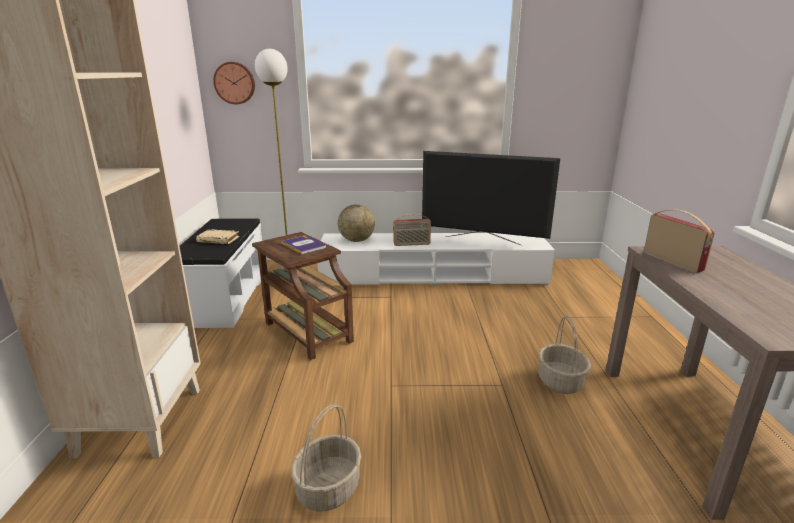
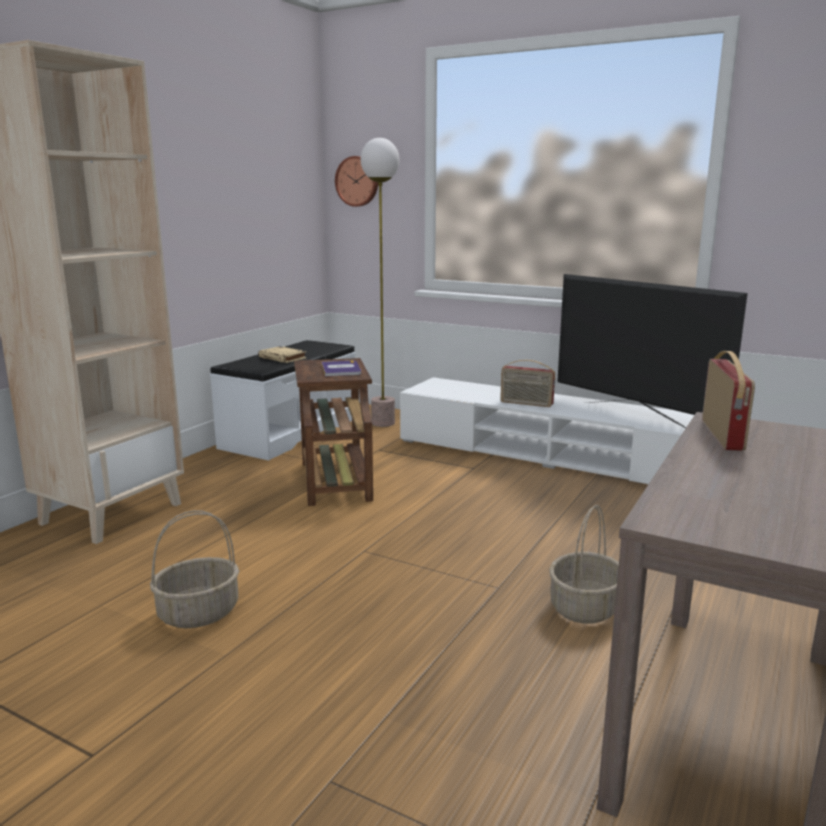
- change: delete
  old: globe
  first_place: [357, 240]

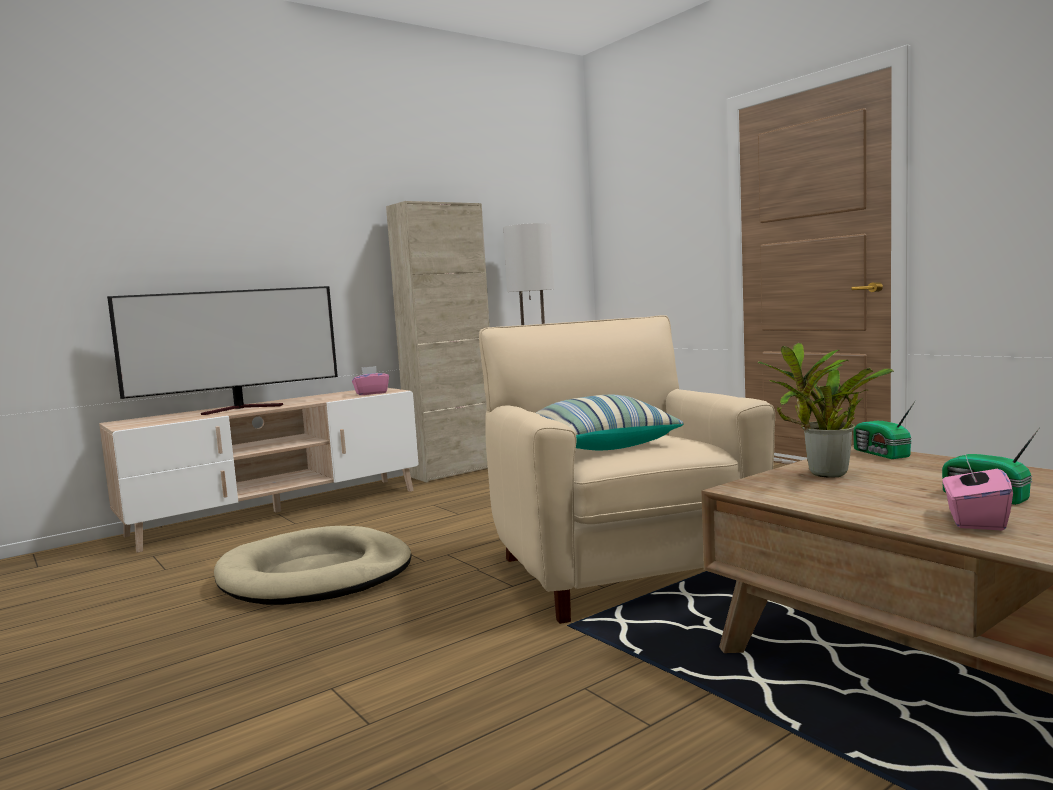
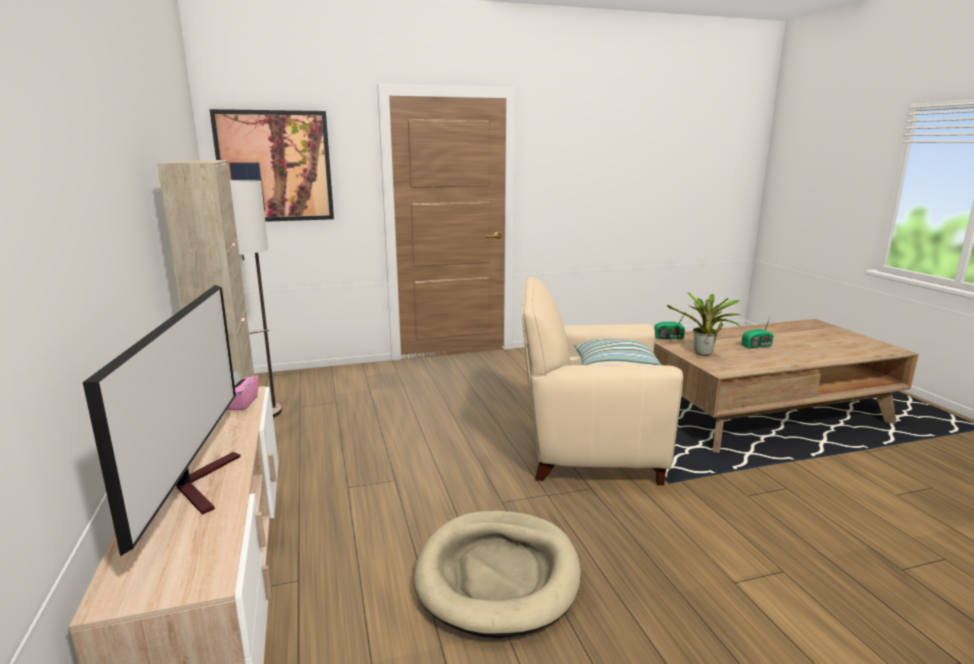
- change: insert
  new: wall art
  second_place: [275, 166]
- change: delete
  old: pink-coloured box of tissues
  first_place: [974, 520]

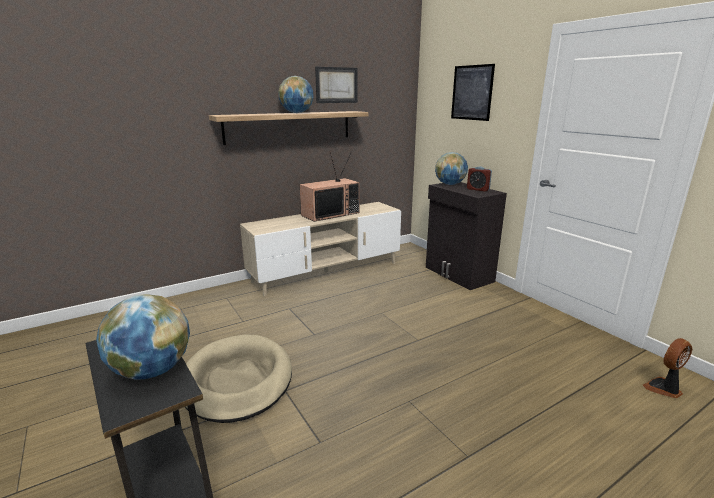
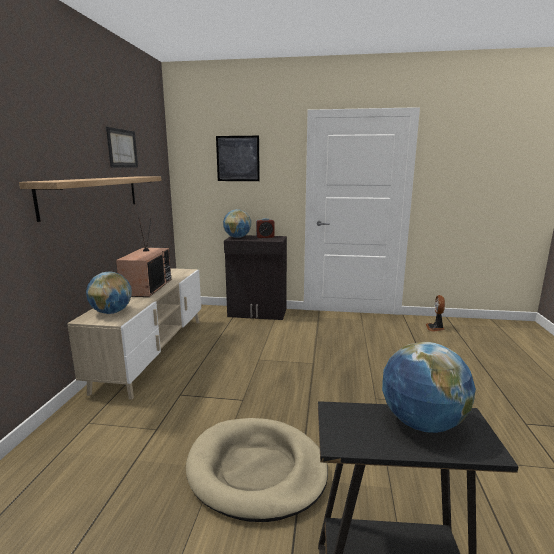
- change: move
  old: globe
  first_place: [297, 113]
  second_place: [111, 312]

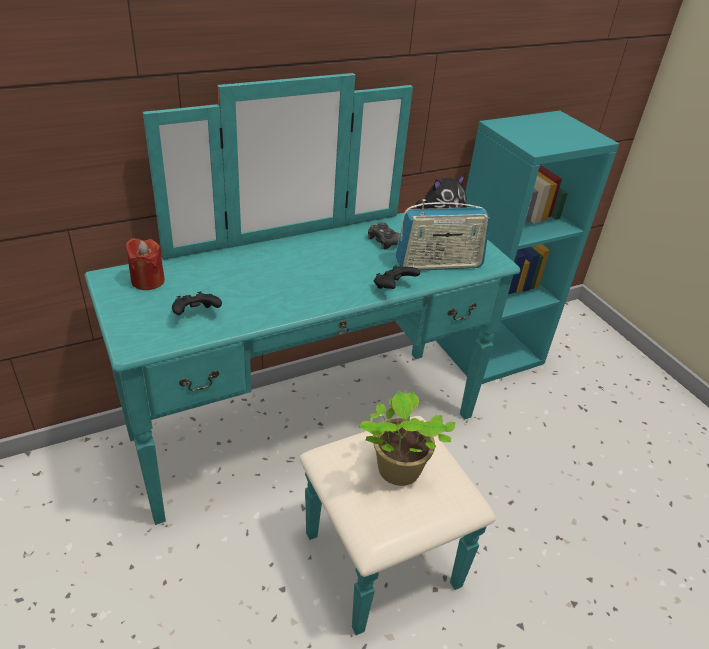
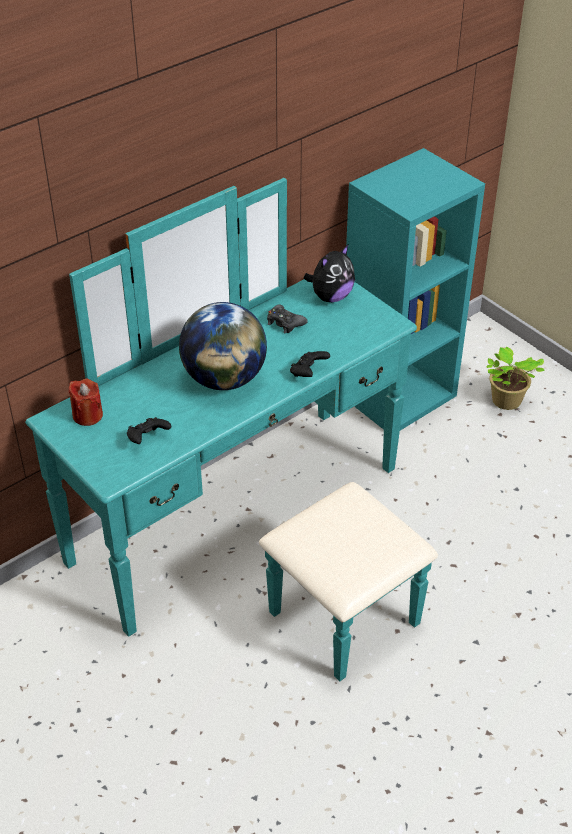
- change: insert
  new: globe
  second_place: [224, 379]
- change: move
  old: houseplant
  first_place: [397, 471]
  second_place: [506, 402]
- change: delete
  old: radio receiver
  first_place: [438, 264]

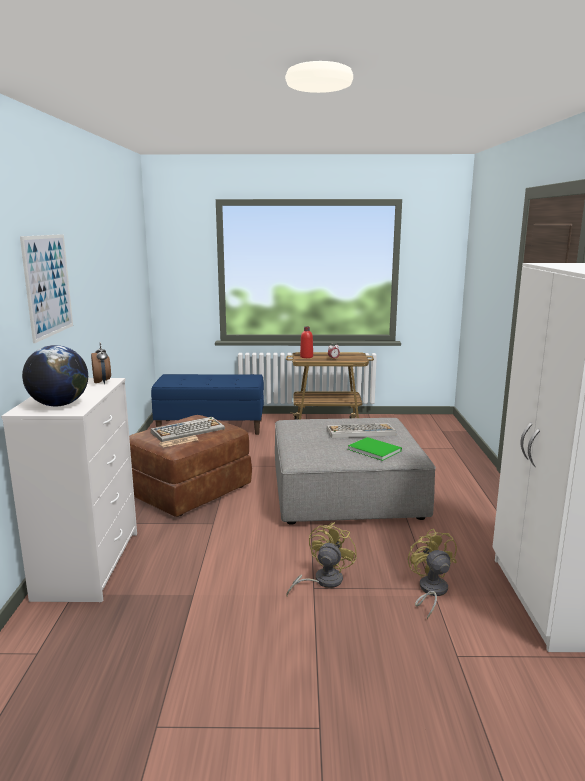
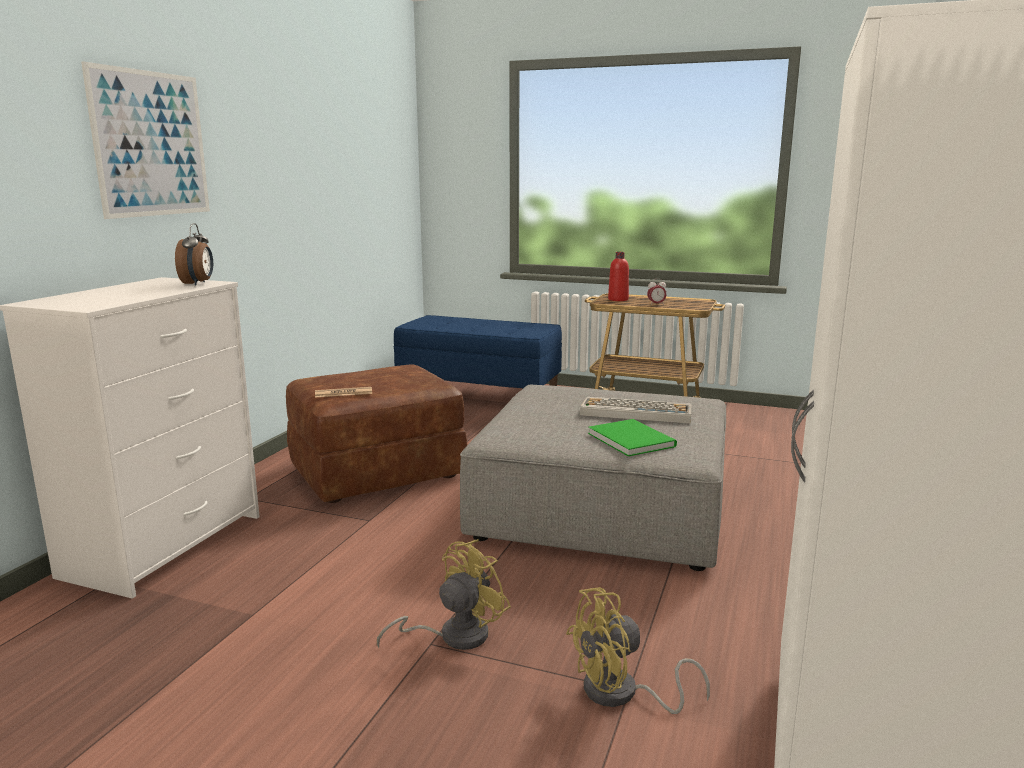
- change: rotate
  old: yellow-coloured cooling fan
  first_place: [430, 591]
  second_place: [621, 694]
  degrees: -120
- change: delete
  old: globe
  first_place: [59, 405]
- change: delete
  old: computer keyboard
  first_place: [188, 430]

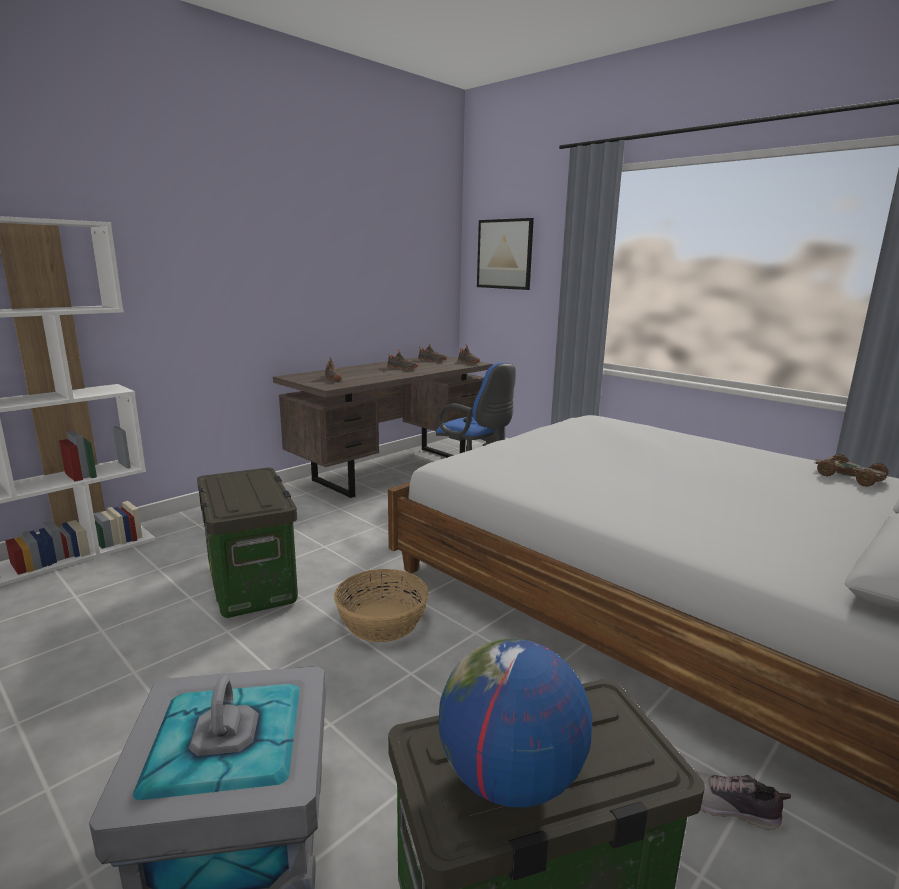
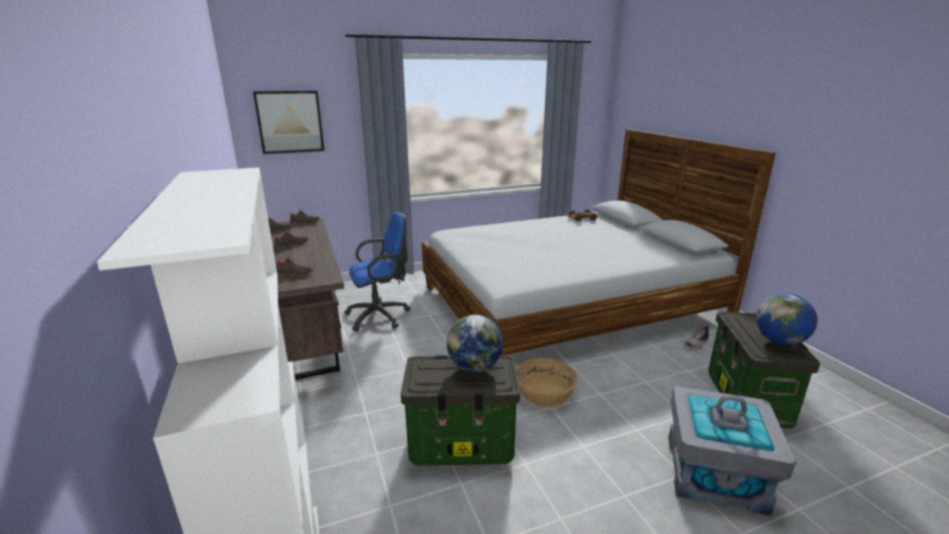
- change: insert
  new: globe
  second_place: [474, 367]

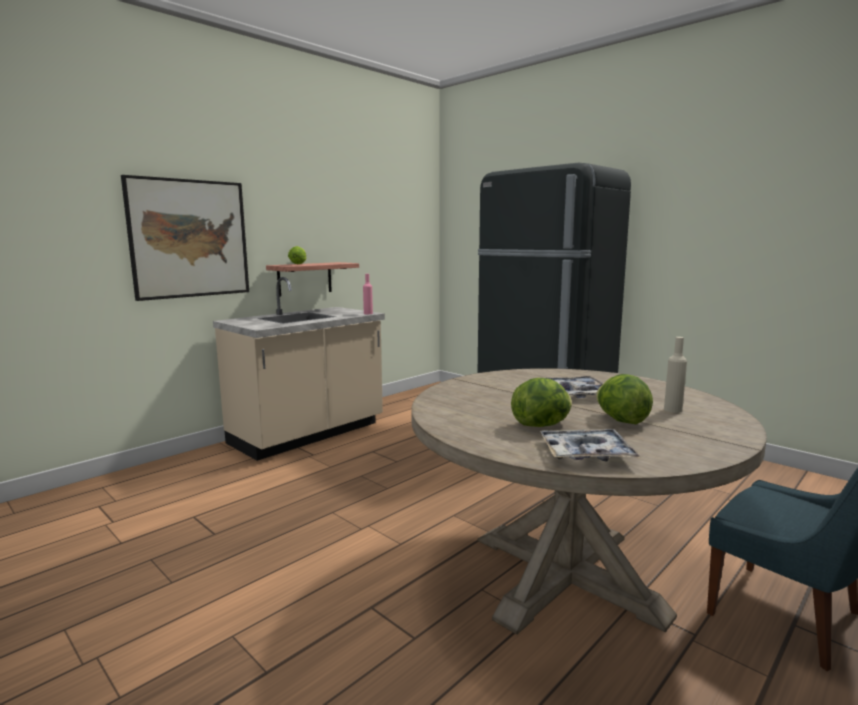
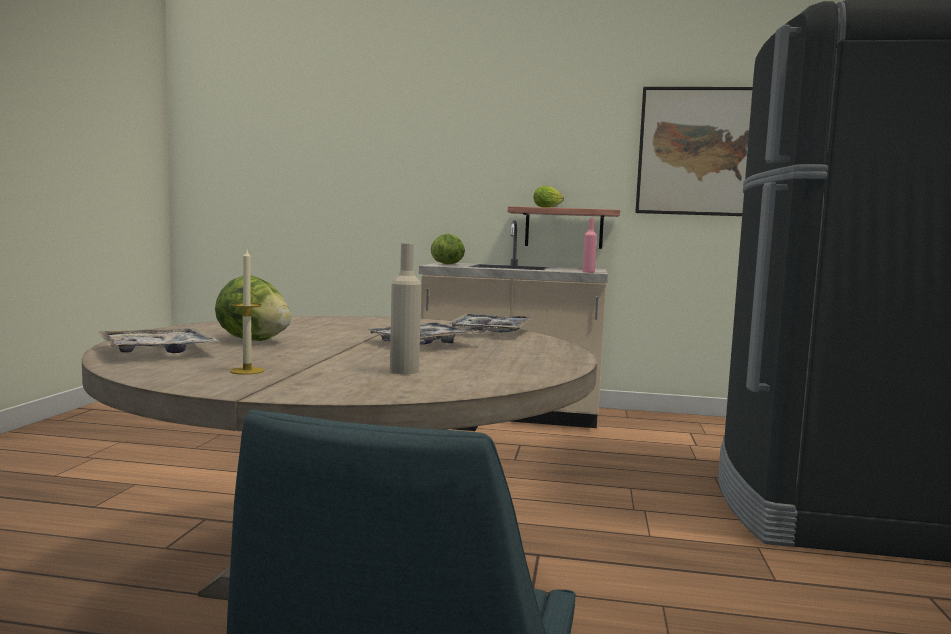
- change: insert
  new: candle
  second_place: [247, 371]
- change: move
  old: lettuce
  first_place: [621, 420]
  second_place: [448, 264]
- change: insert
  new: carrying tray
  second_place: [490, 332]
- change: move
  old: wall art
  first_place: [189, 239]
  second_place: [702, 152]

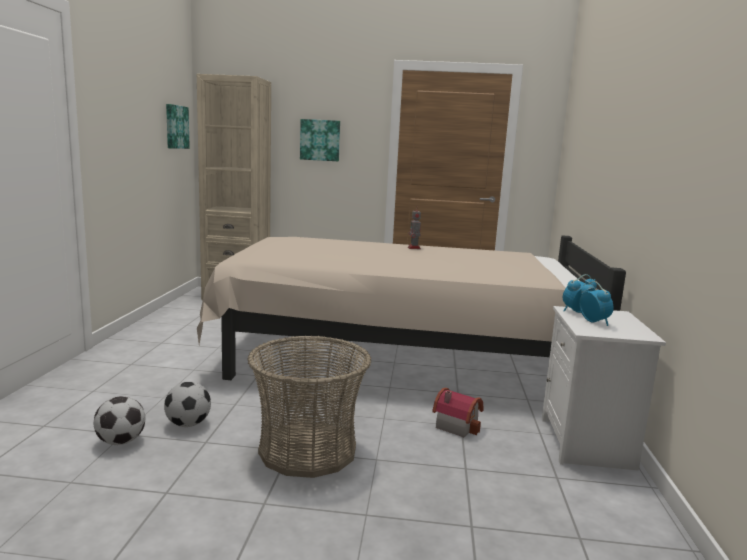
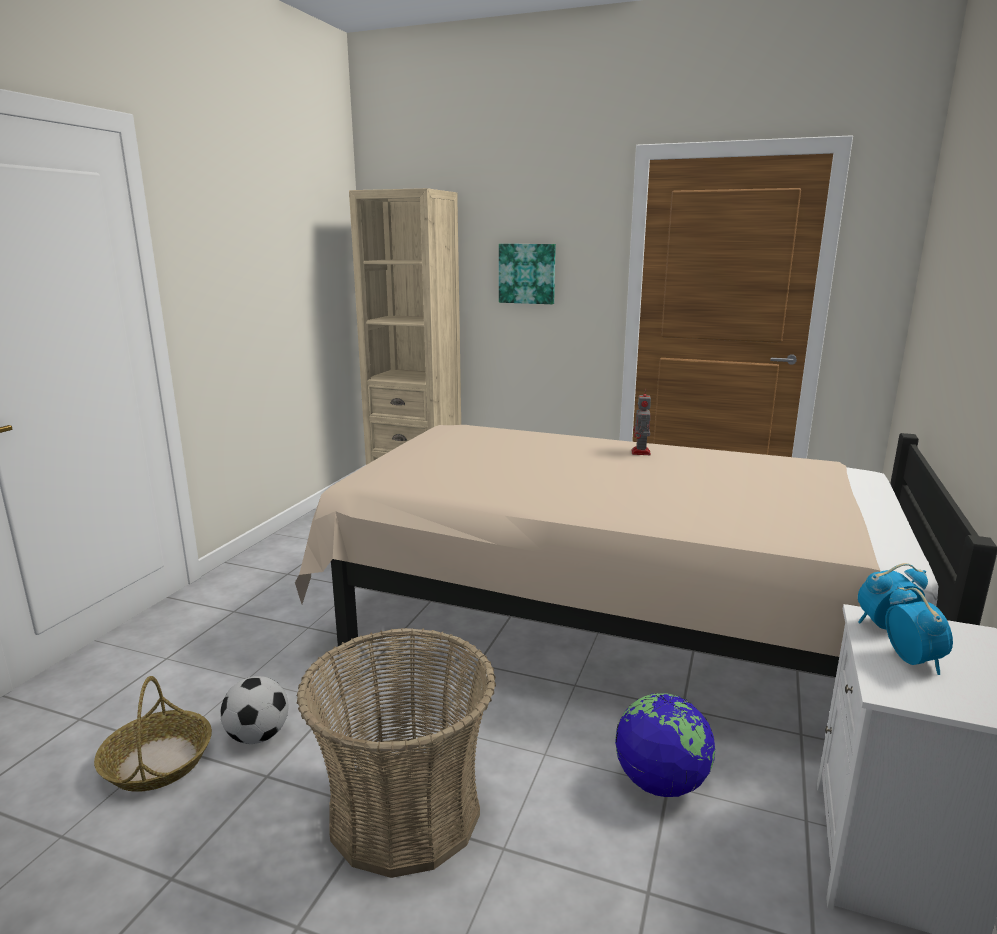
- change: replace
  old: football
  new: basket
  first_place: [120, 442]
  second_place: [157, 761]
- change: replace
  old: miniature house
  new: globe
  first_place: [456, 425]
  second_place: [660, 783]
- change: delete
  old: wall art
  first_place: [176, 127]

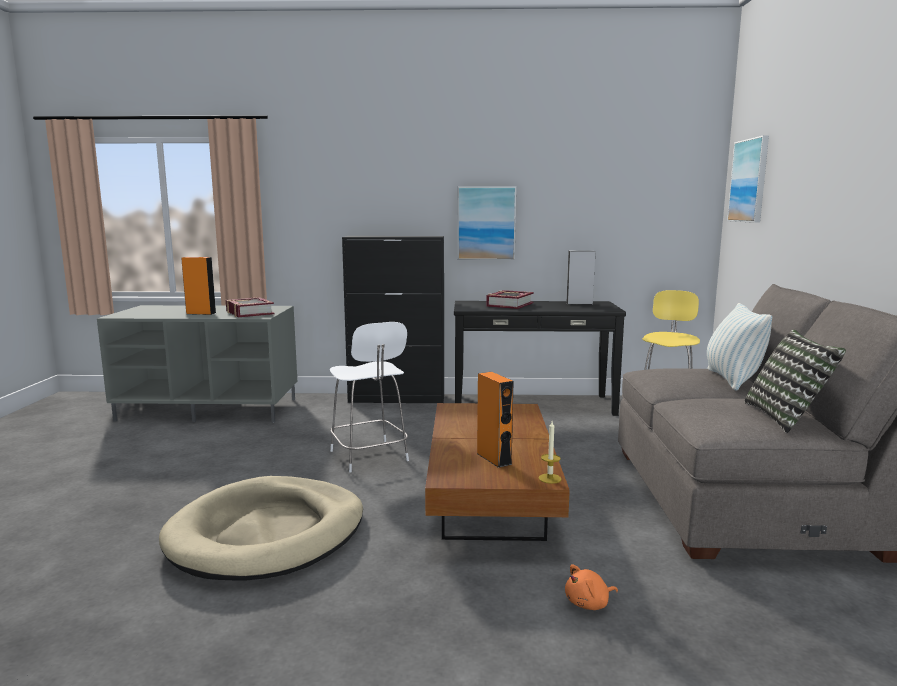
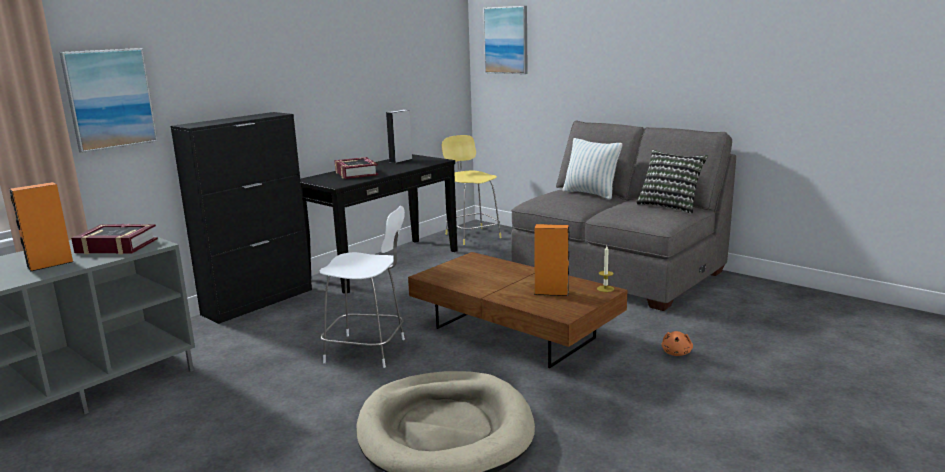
- change: move
  old: wall art
  first_place: [486, 223]
  second_place: [110, 99]

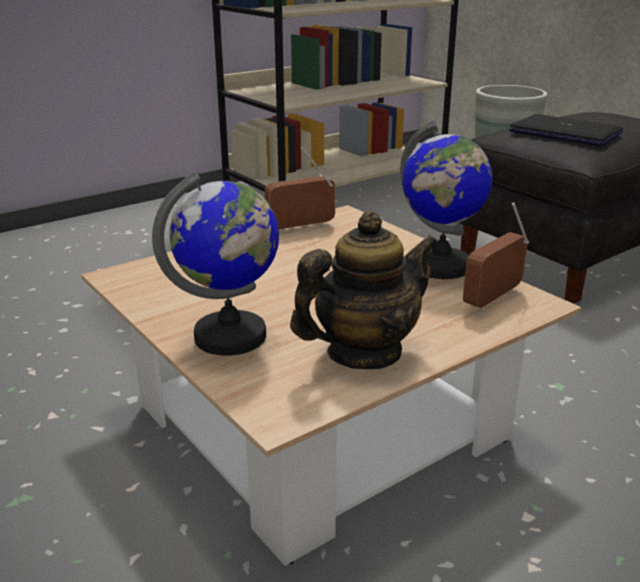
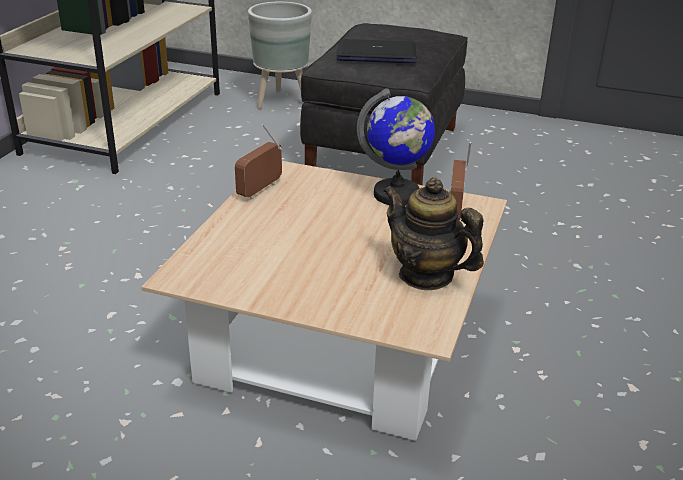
- change: rotate
  old: teapot
  first_place: [363, 353]
  second_place: [426, 275]
  degrees: -75
- change: delete
  old: globe
  first_place: [231, 337]

